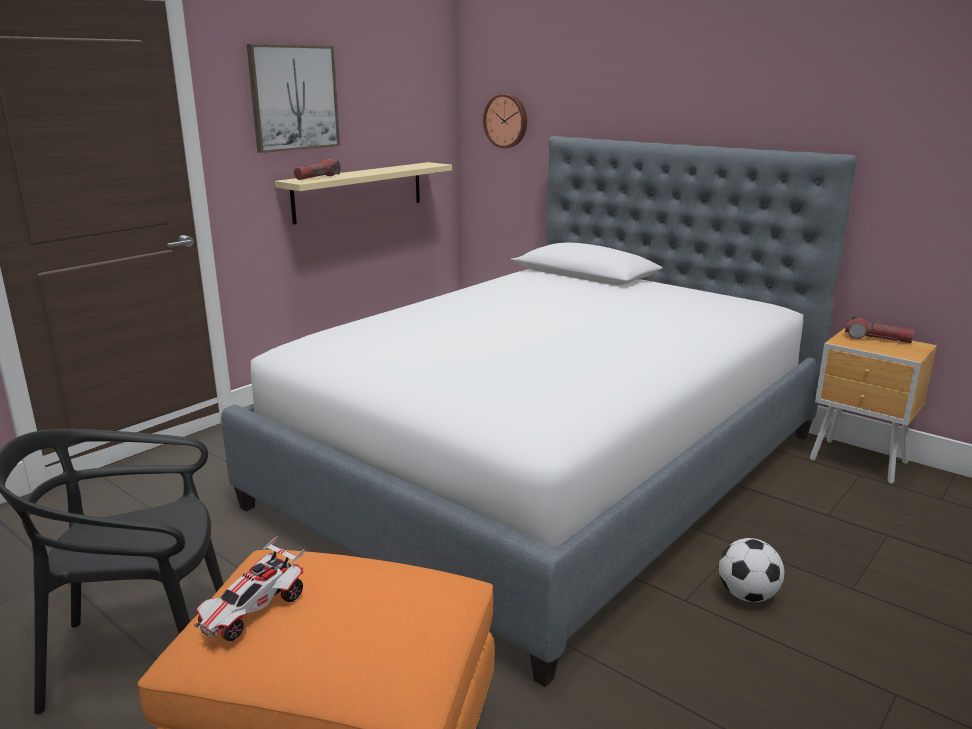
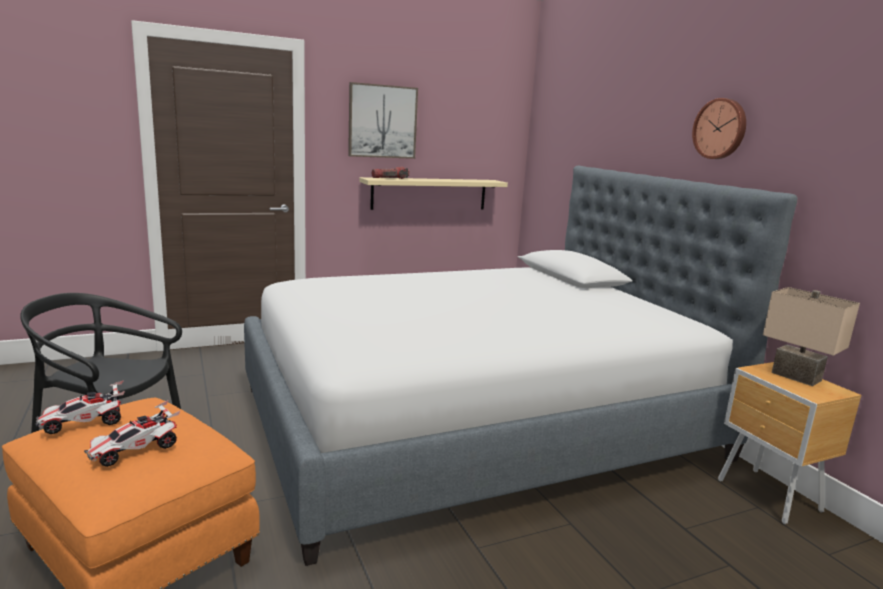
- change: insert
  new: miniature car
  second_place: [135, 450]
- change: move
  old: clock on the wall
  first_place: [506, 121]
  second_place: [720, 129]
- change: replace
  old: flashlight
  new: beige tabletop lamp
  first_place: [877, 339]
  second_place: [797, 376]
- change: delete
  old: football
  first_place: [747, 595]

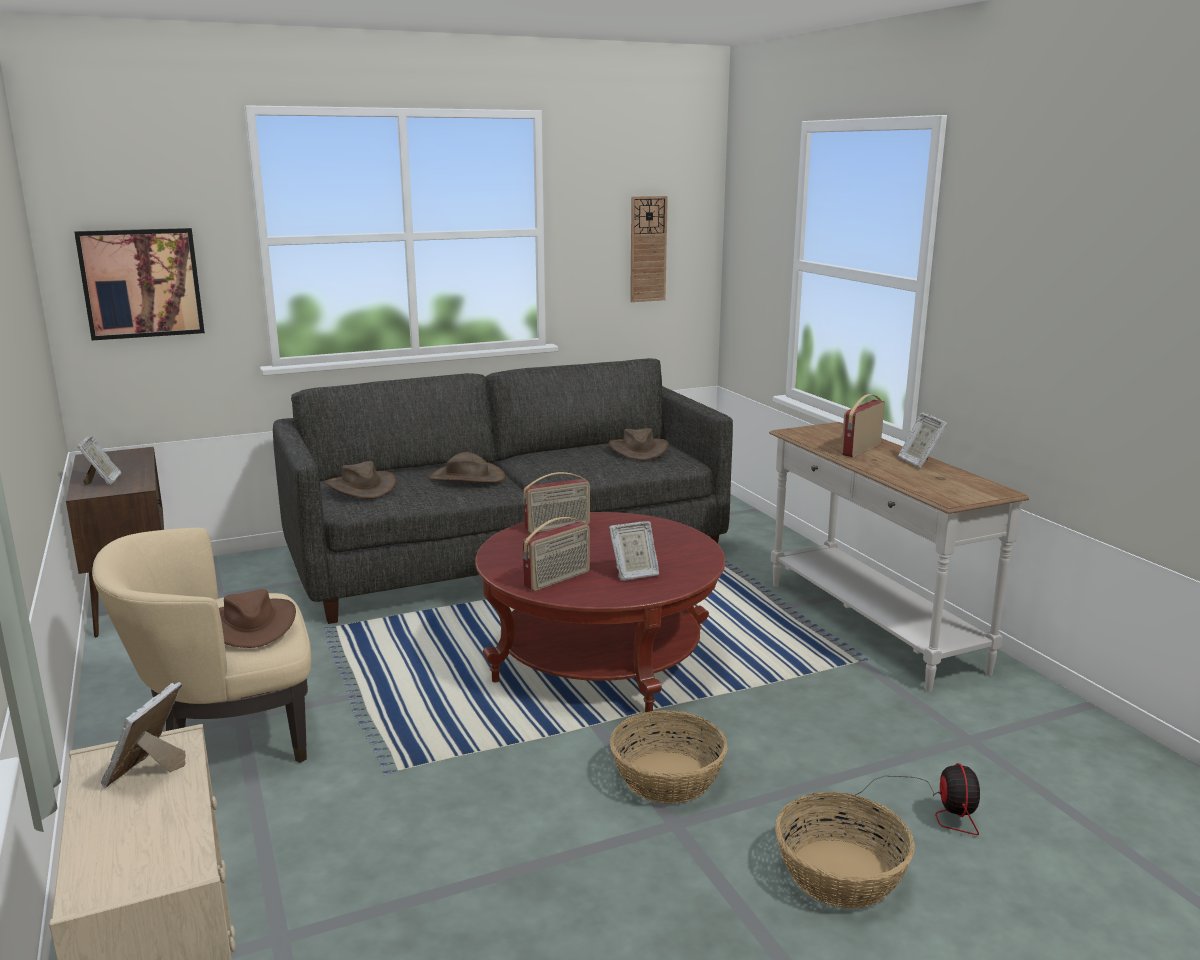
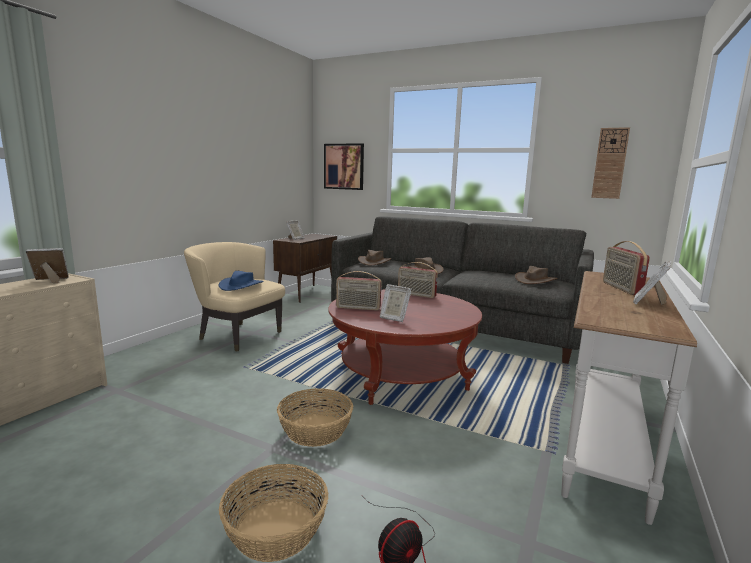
- change: recolor
  old: brownish clothing hat
  new: bluish clothing hat
  first_place: [249, 625]
  second_place: [241, 285]
- change: rotate
  old: radio receiver
  first_place: [860, 449]
  second_place: [620, 288]
  degrees: -90

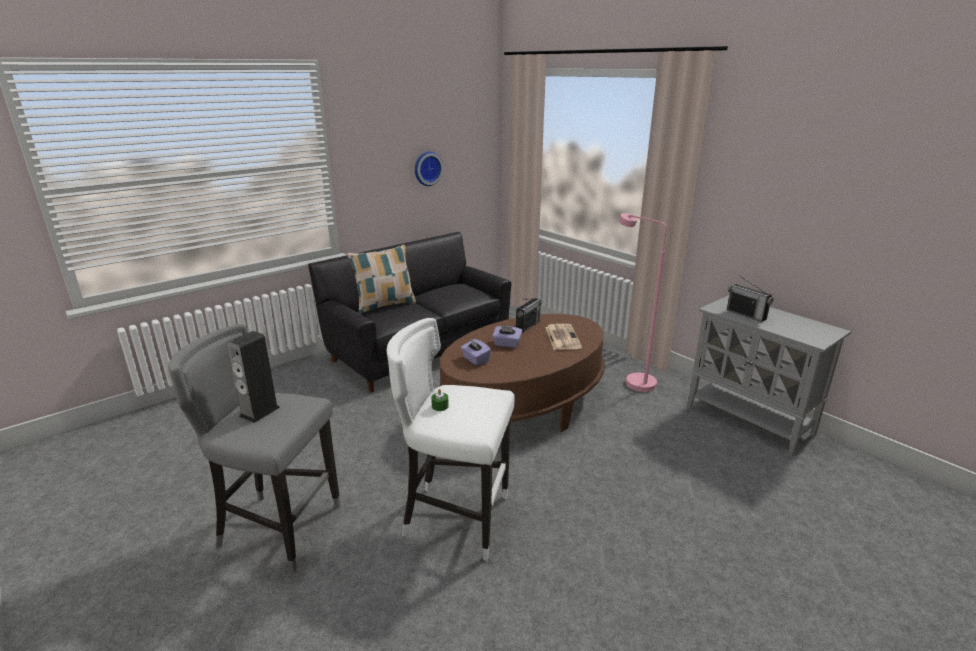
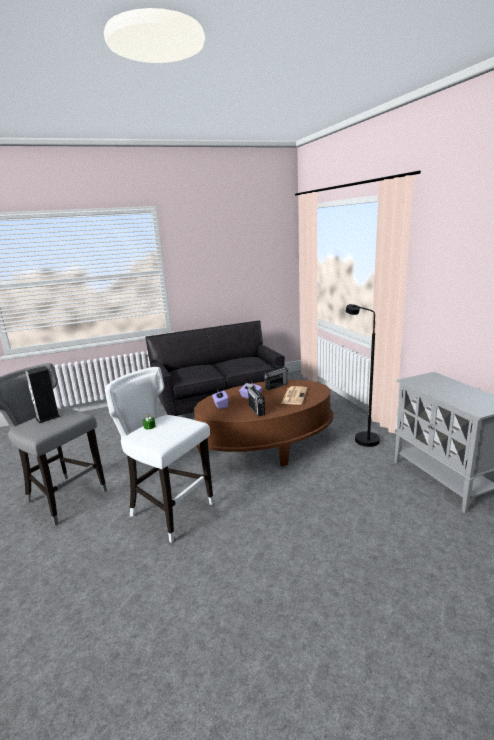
- change: move
  old: radio receiver
  first_place: [746, 314]
  second_place: [256, 410]
- change: recolor
  old: pink-coloured standard lamp
  new: black standard lamp
  first_place: [633, 381]
  second_place: [361, 438]
- change: delete
  old: cushion
  first_place: [385, 305]
- change: delete
  old: clock on the wall
  first_place: [427, 168]

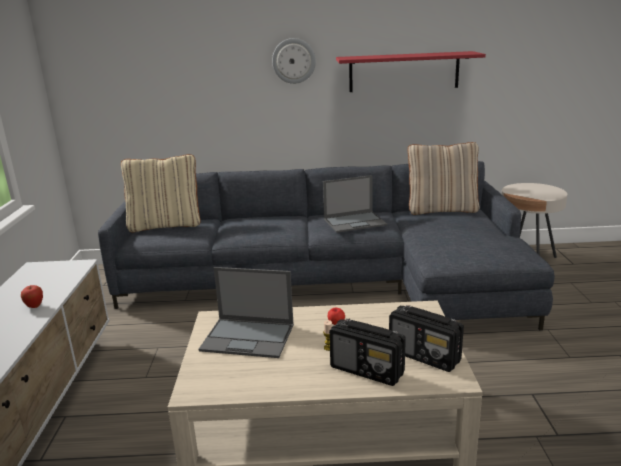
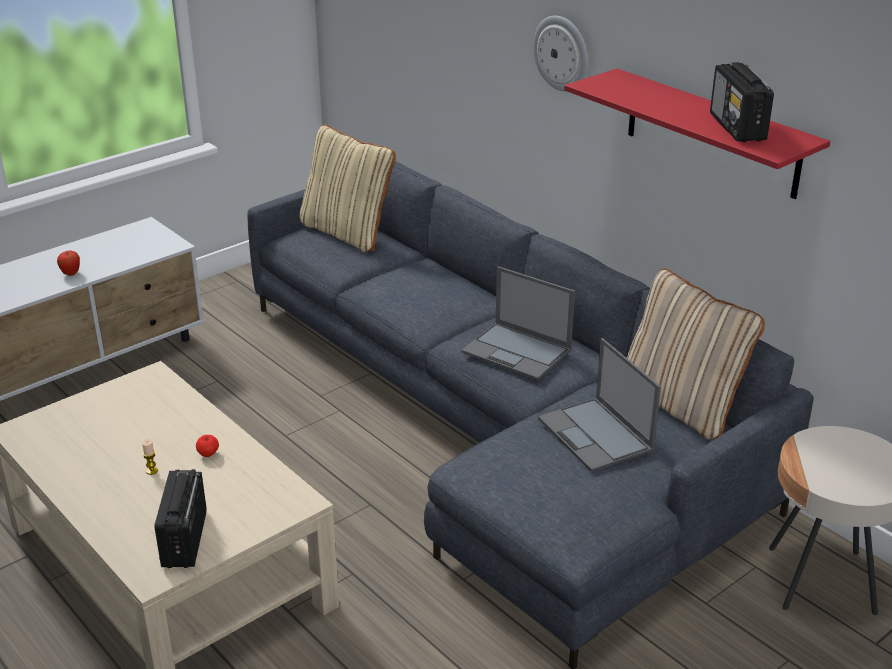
- change: move
  old: portable computer
  first_place: [249, 337]
  second_place: [596, 435]
- change: move
  old: radio receiver
  first_place: [367, 370]
  second_place: [737, 127]

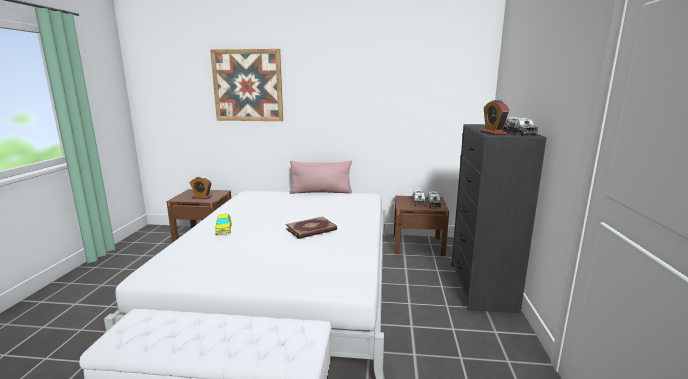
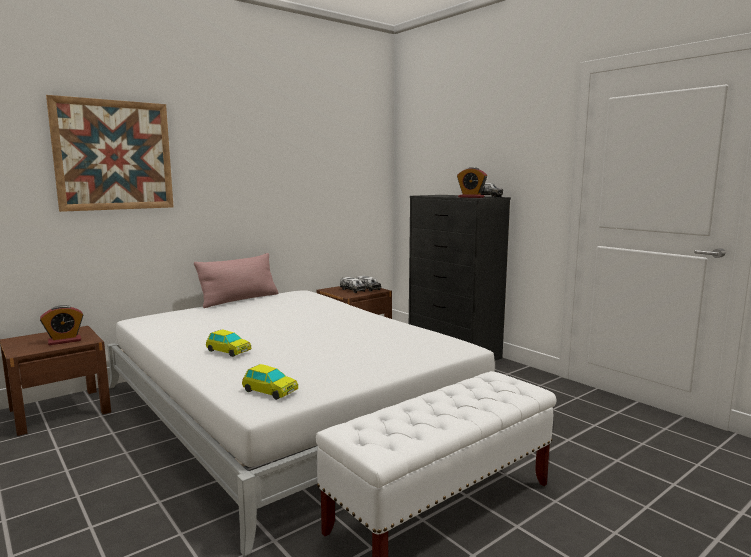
- change: insert
  new: miniature car
  second_place: [270, 391]
- change: delete
  old: bound book
  first_place: [311, 230]

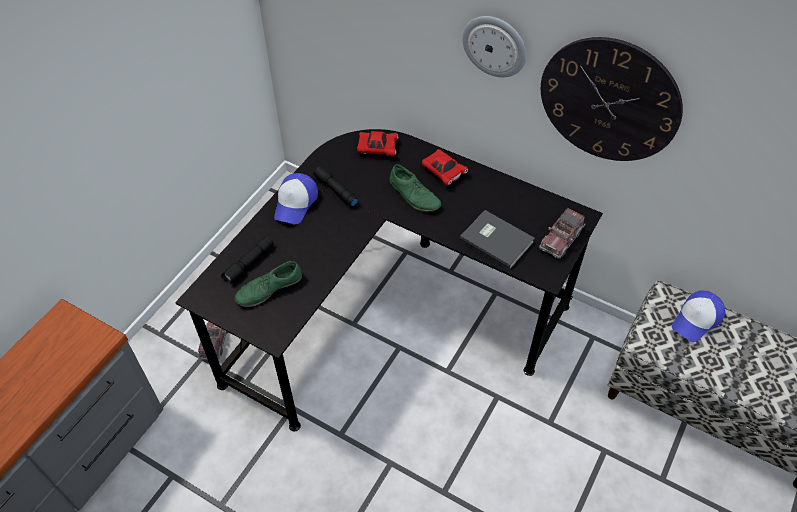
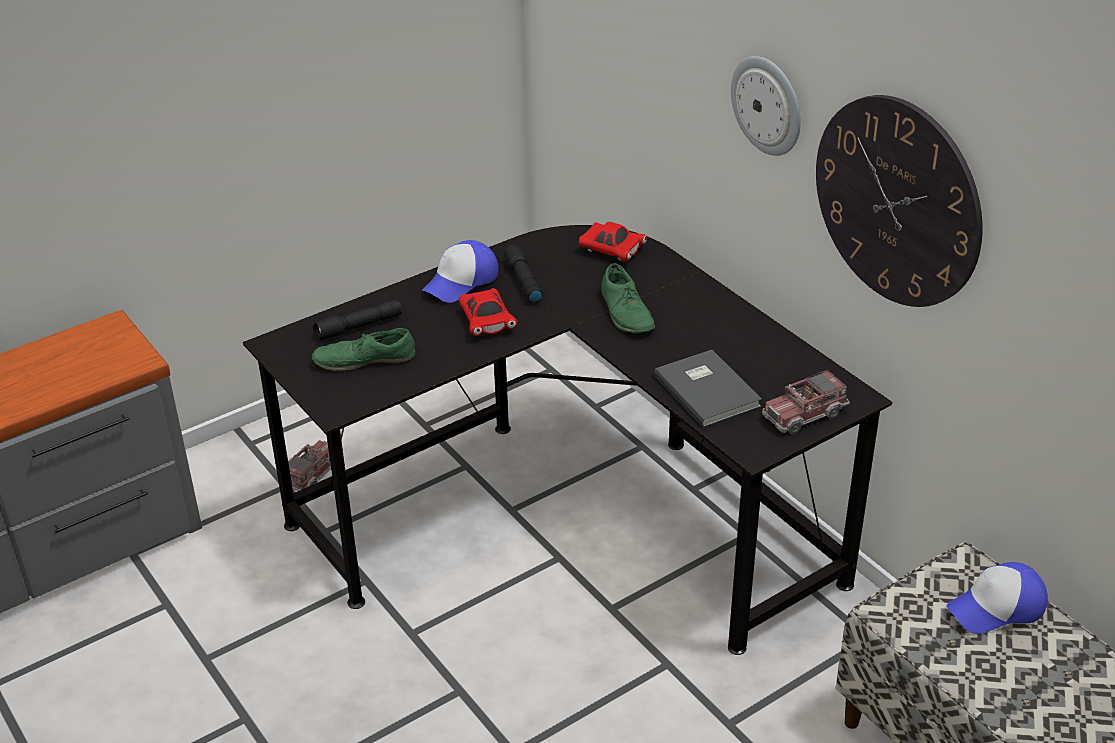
- change: move
  old: red-coloured miniature car
  first_place: [443, 172]
  second_place: [486, 322]

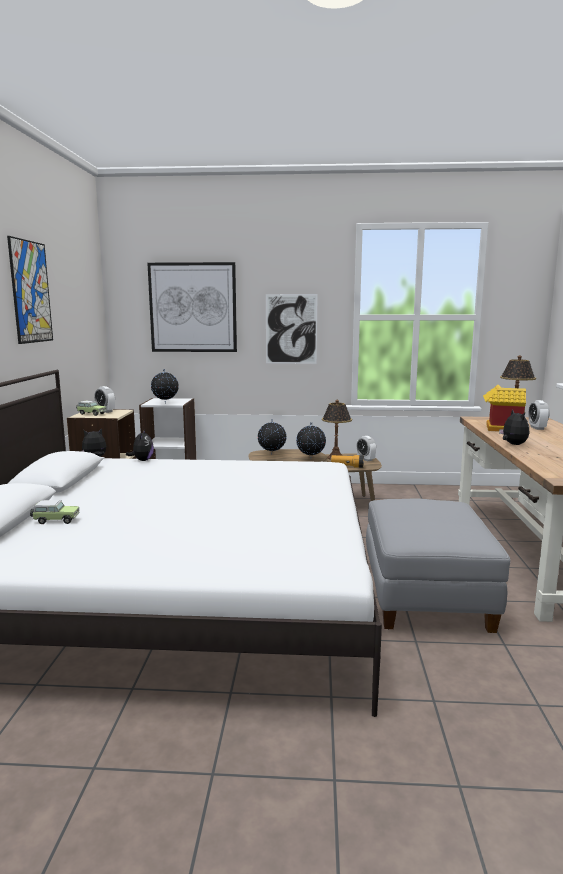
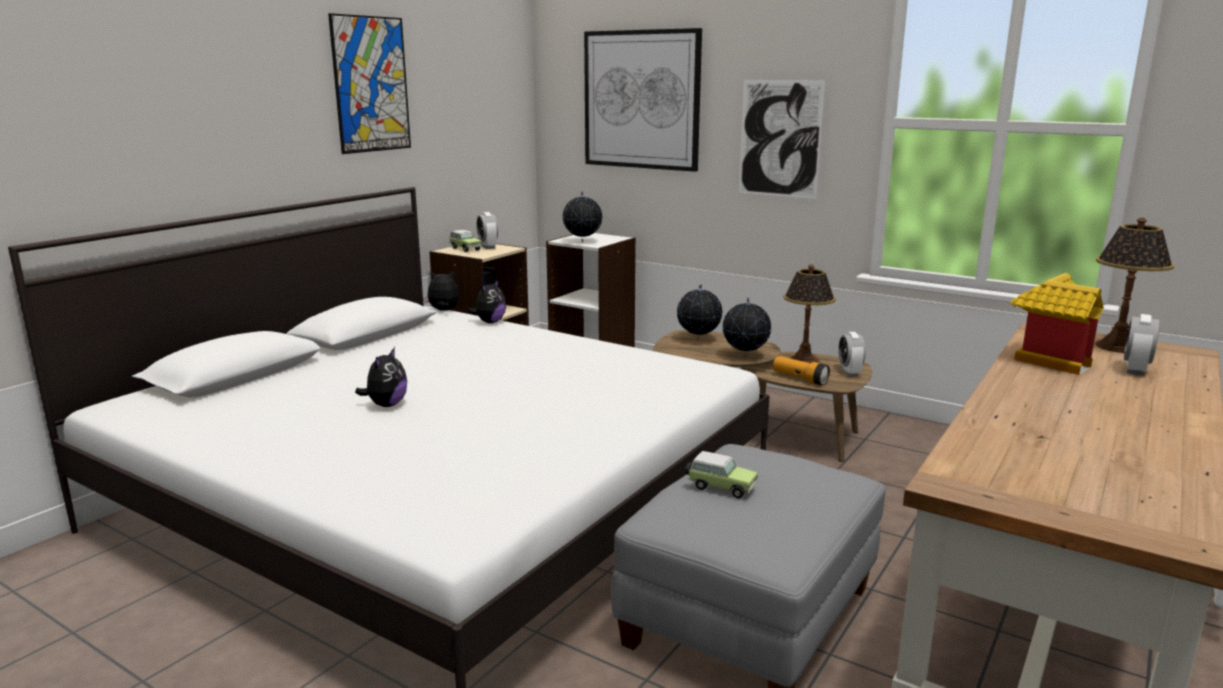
- change: move
  old: soft toy
  first_place: [513, 444]
  second_place: [386, 405]
- change: move
  old: miniature car
  first_place: [55, 520]
  second_place: [720, 487]

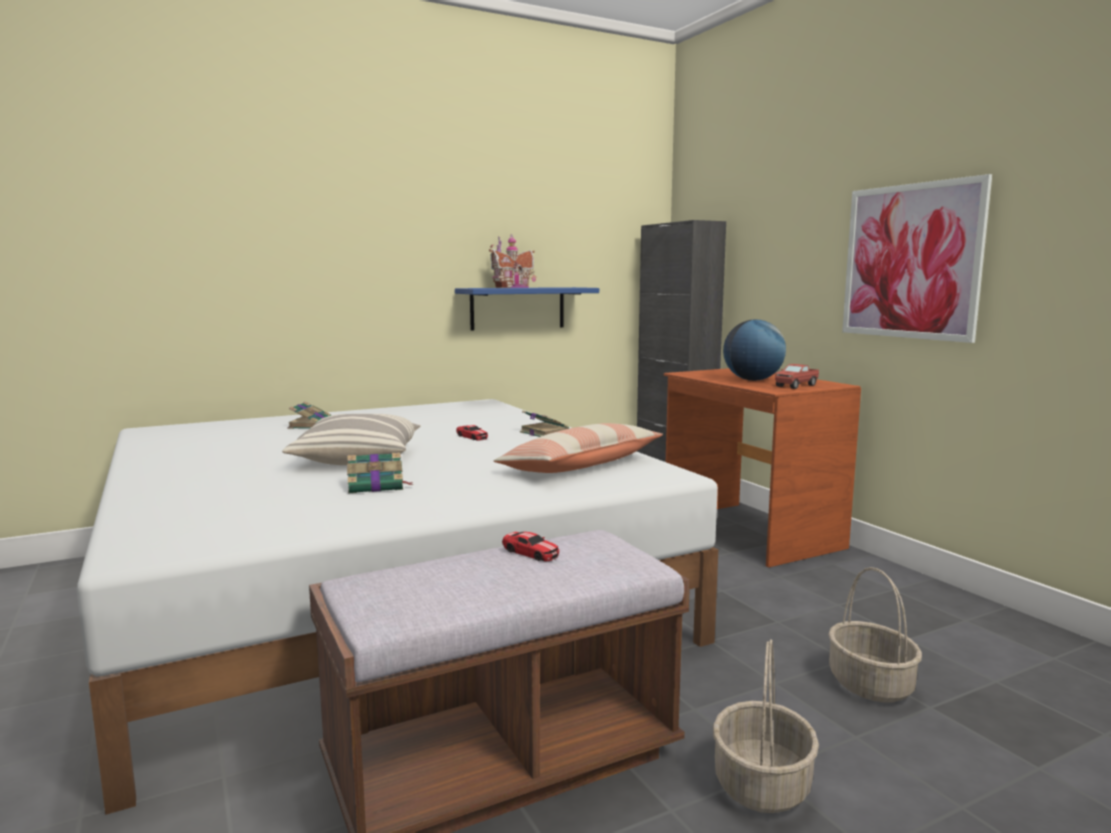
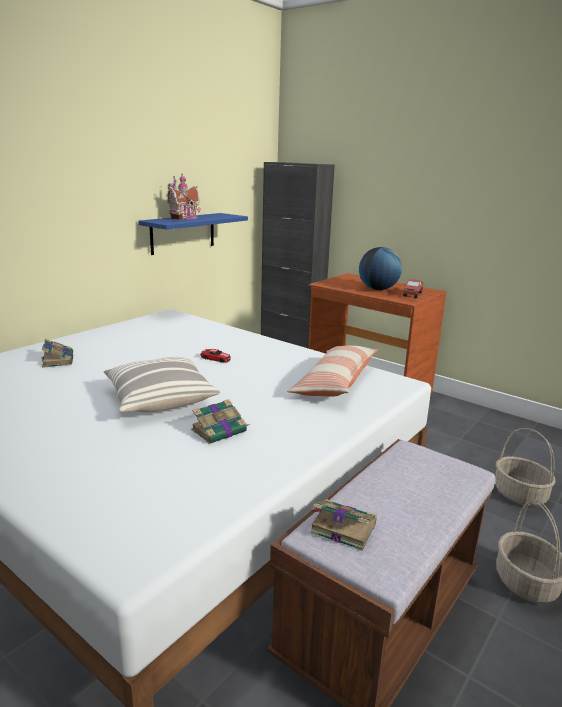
- change: move
  old: bound book
  first_place: [543, 433]
  second_place: [342, 527]
- change: delete
  old: miniature car
  first_place: [531, 552]
- change: delete
  old: wall art
  first_place: [910, 261]

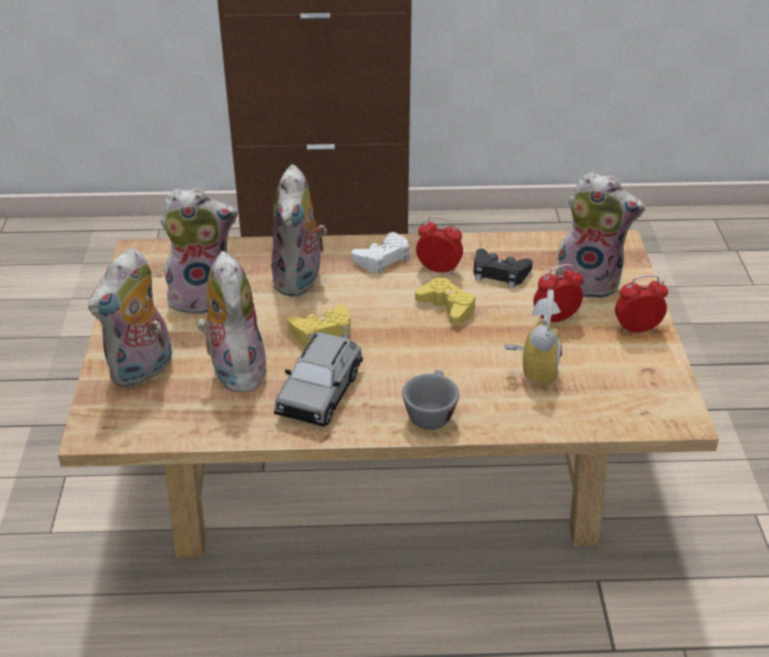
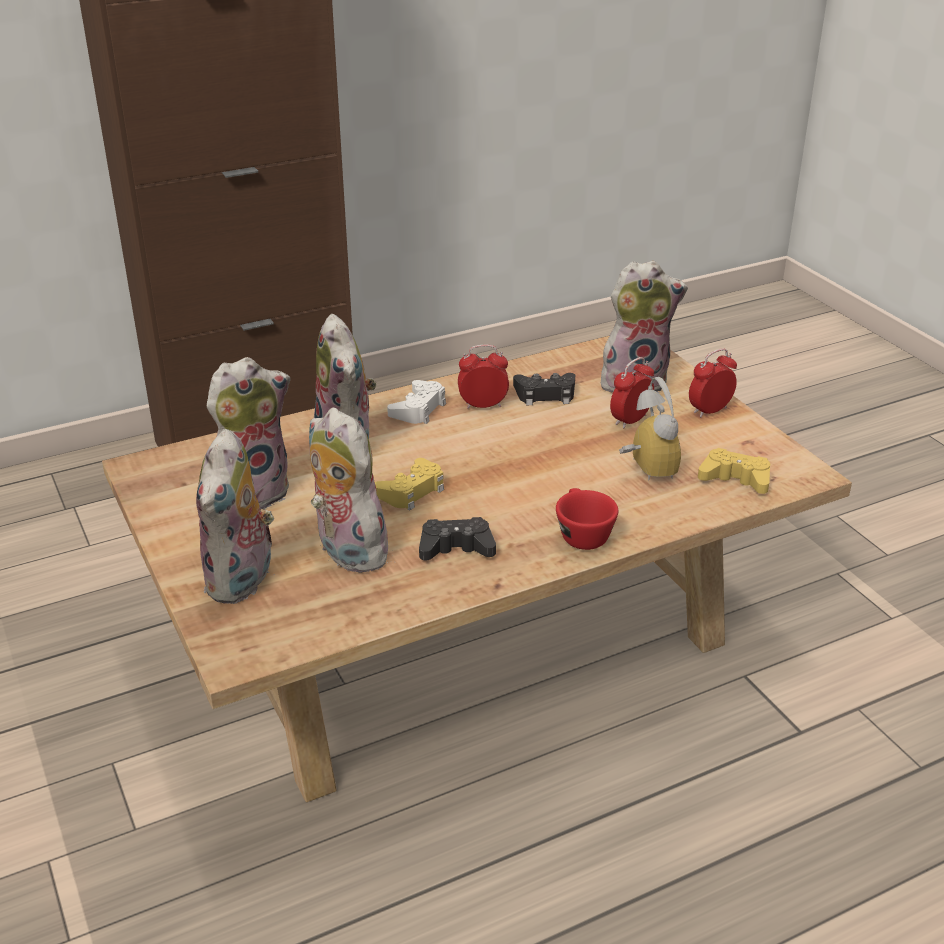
- change: replace
  old: greyish miniature car
  new: black gamepad
  first_place: [320, 393]
  second_place: [456, 548]
- change: recolor
  old: greyish cup
  new: red-coloured cup
  first_place: [430, 412]
  second_place: [581, 534]
- change: move
  old: yellow-coloured gamepad
  first_place: [447, 307]
  second_place: [735, 479]

